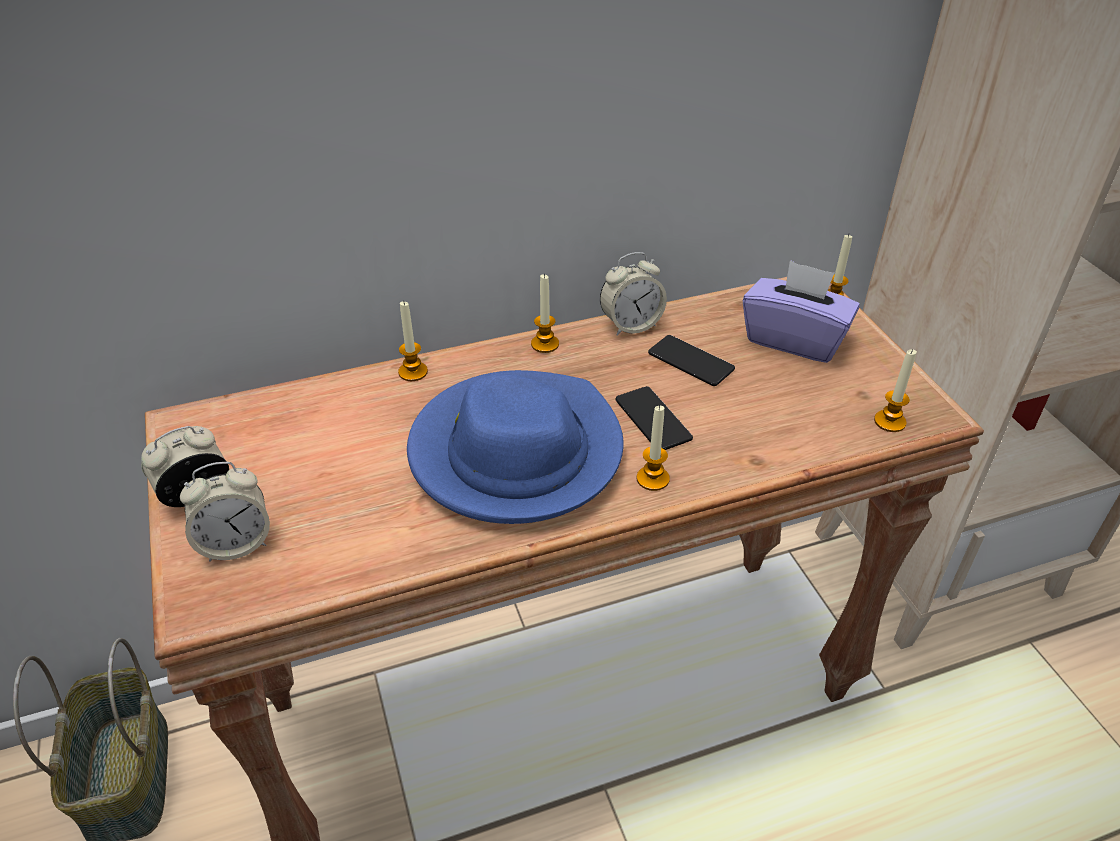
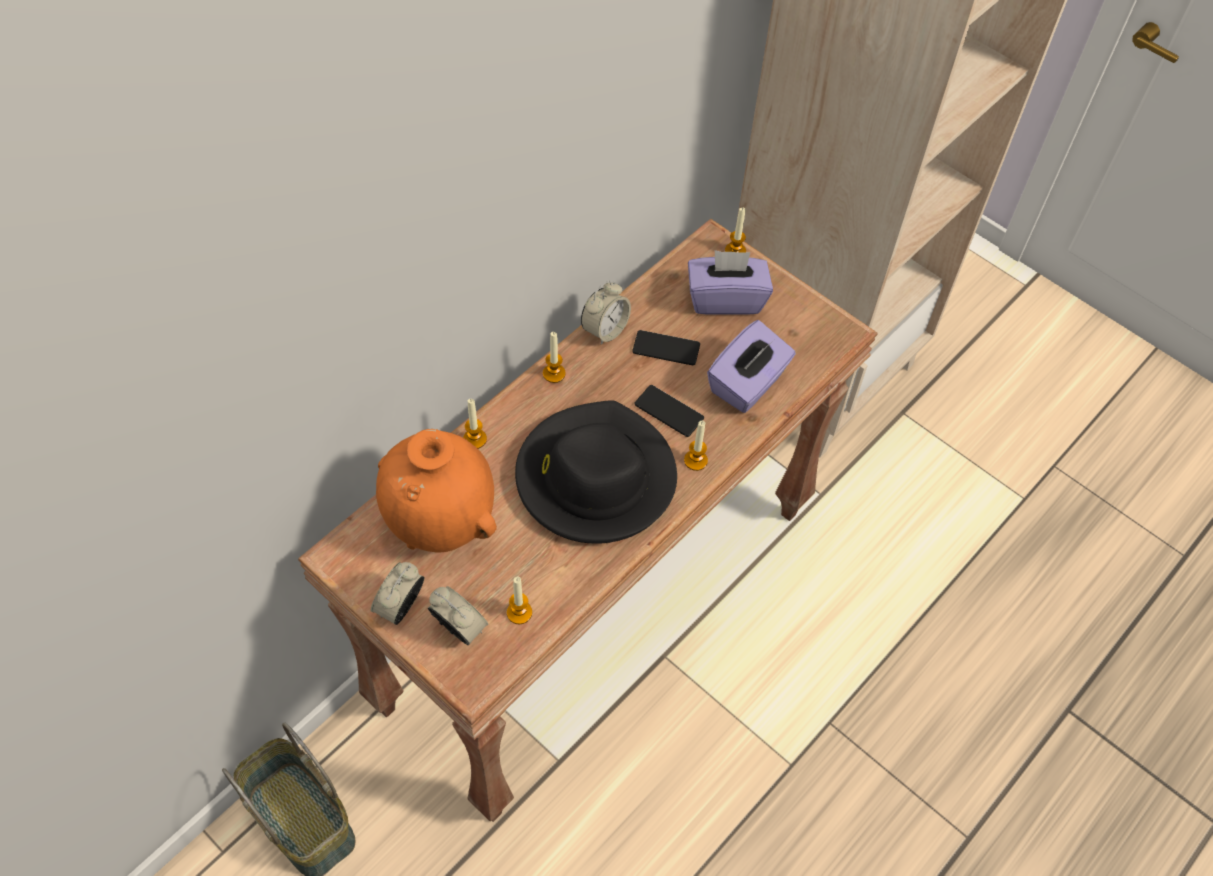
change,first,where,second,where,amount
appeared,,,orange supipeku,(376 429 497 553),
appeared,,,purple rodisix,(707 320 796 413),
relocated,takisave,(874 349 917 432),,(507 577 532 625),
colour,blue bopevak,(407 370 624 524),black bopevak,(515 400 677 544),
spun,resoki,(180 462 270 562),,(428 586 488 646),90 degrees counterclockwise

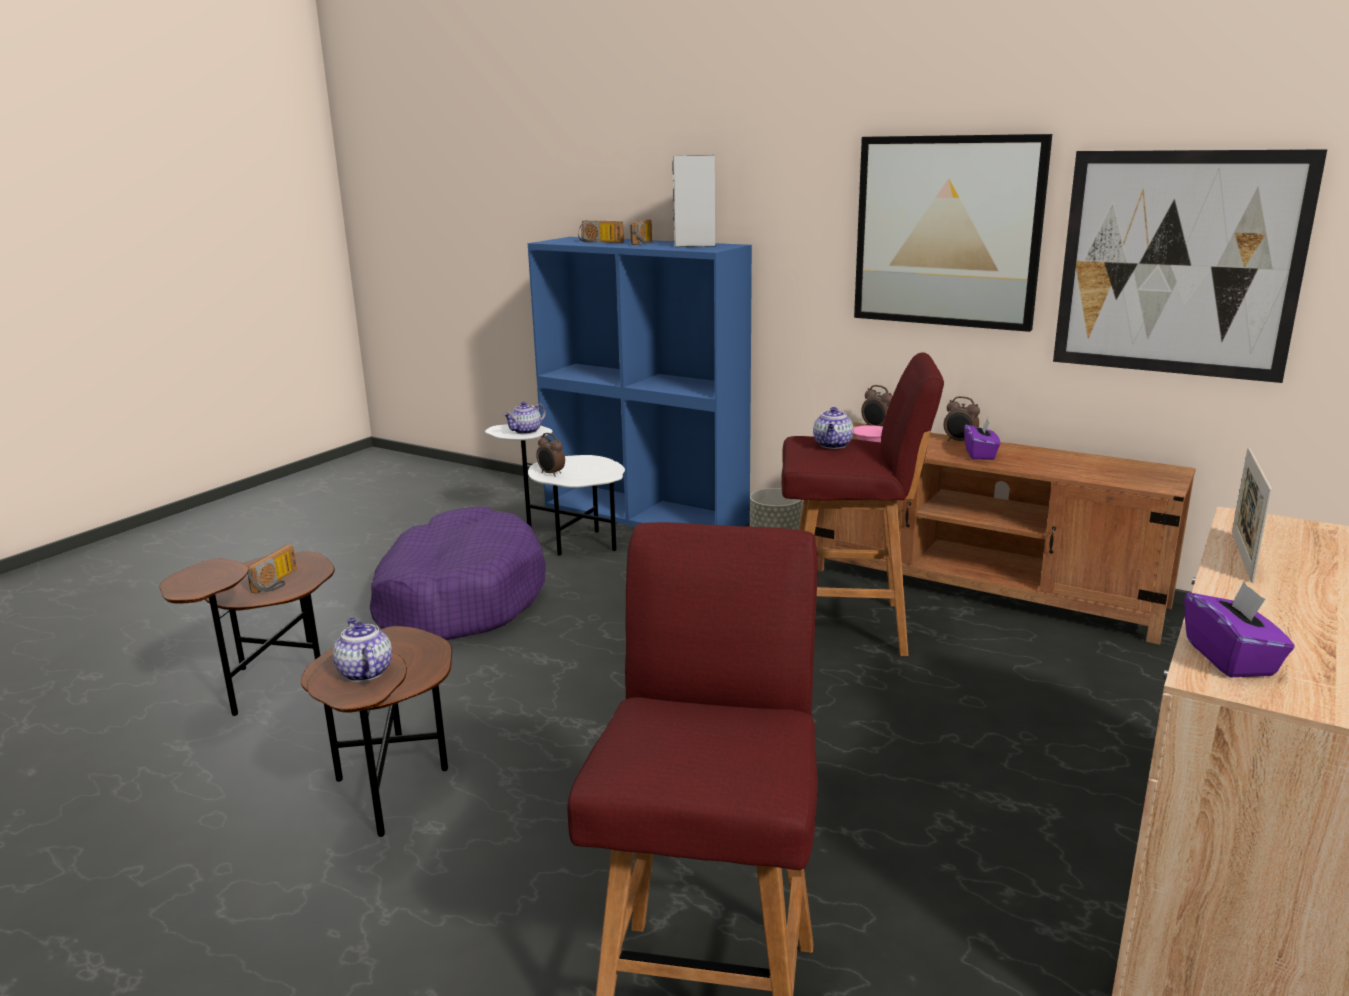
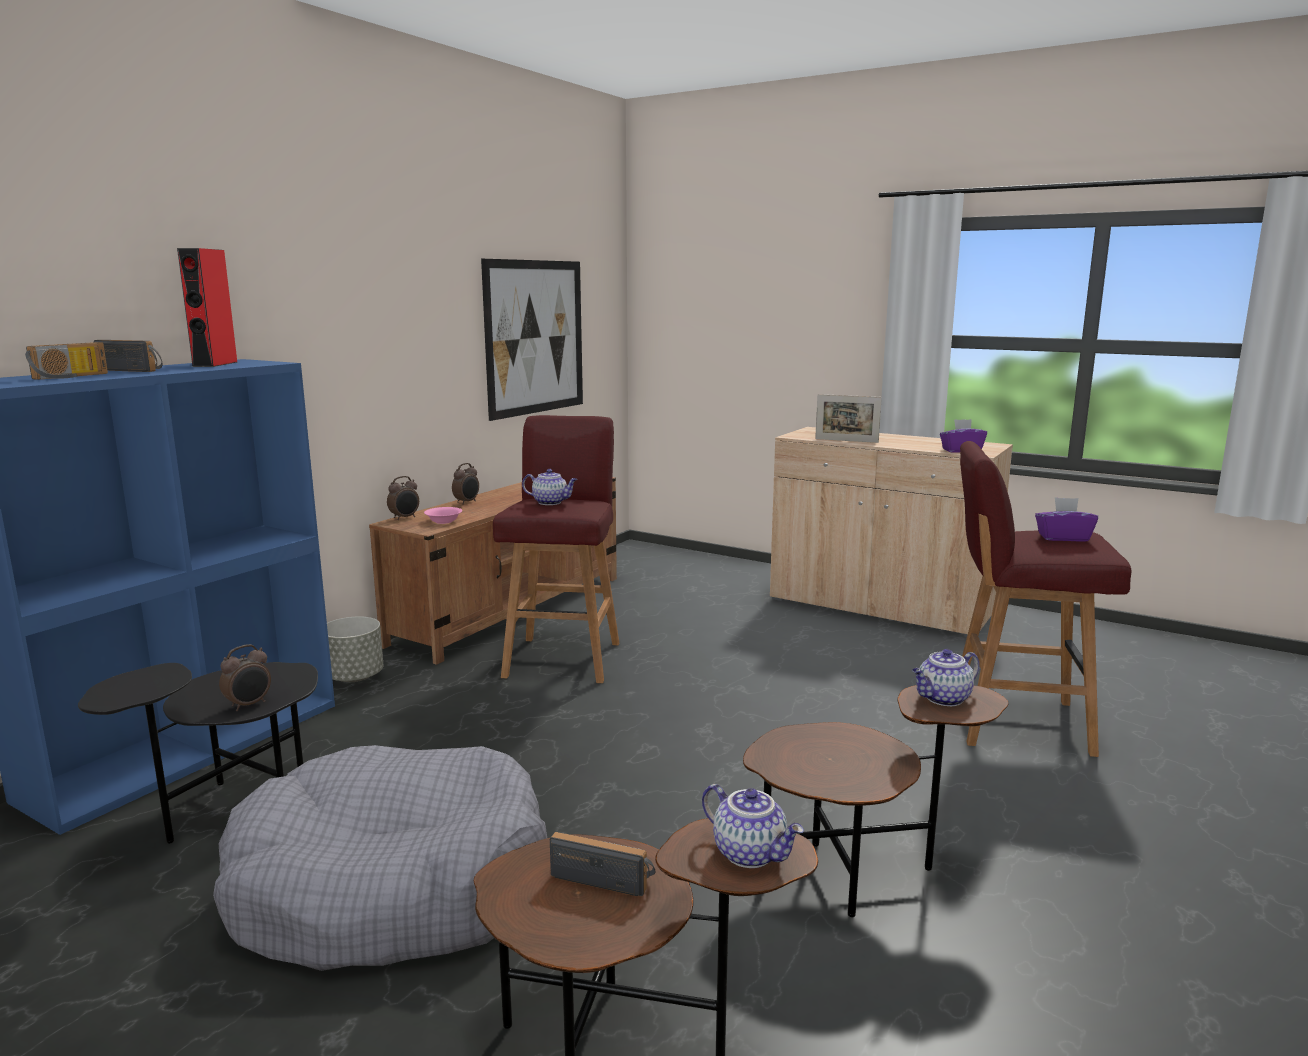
change,first,where,second,where,amount
missing,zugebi,(854 134 1052 332),,,
relocated,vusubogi,(503 402 546 435),,(702 784 804 868),
relocated,purple rodisix,(964 418 1000 460),,(1035 497 1098 542),
colour,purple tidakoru,(370 506 546 640),grey tidakoru,(213 745 547 971),
colour,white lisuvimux,(485 424 625 556),black lisuvimux,(78 662 318 844),
colour,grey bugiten,(672 155 716 247),red bugiten,(177 248 237 367),

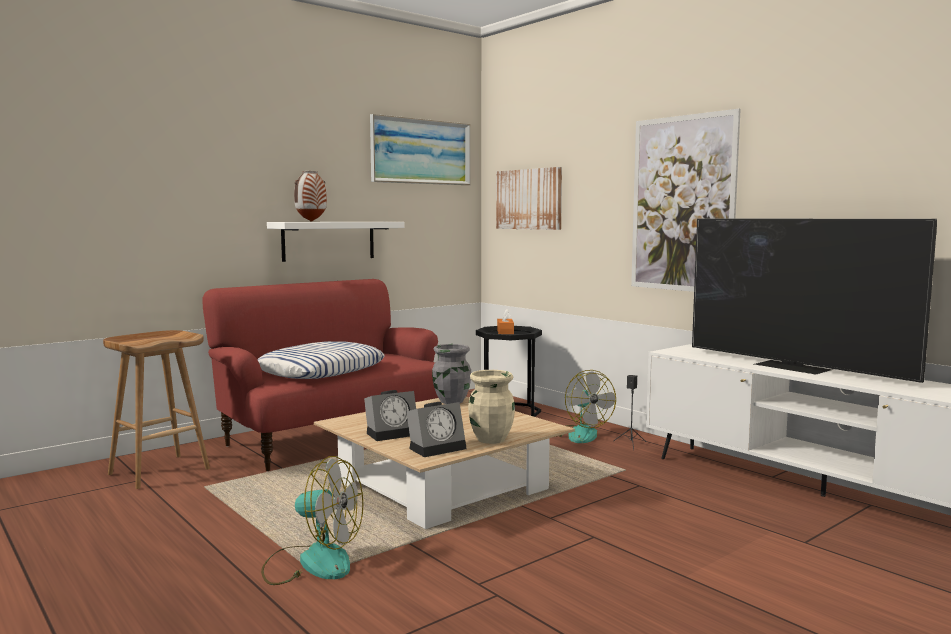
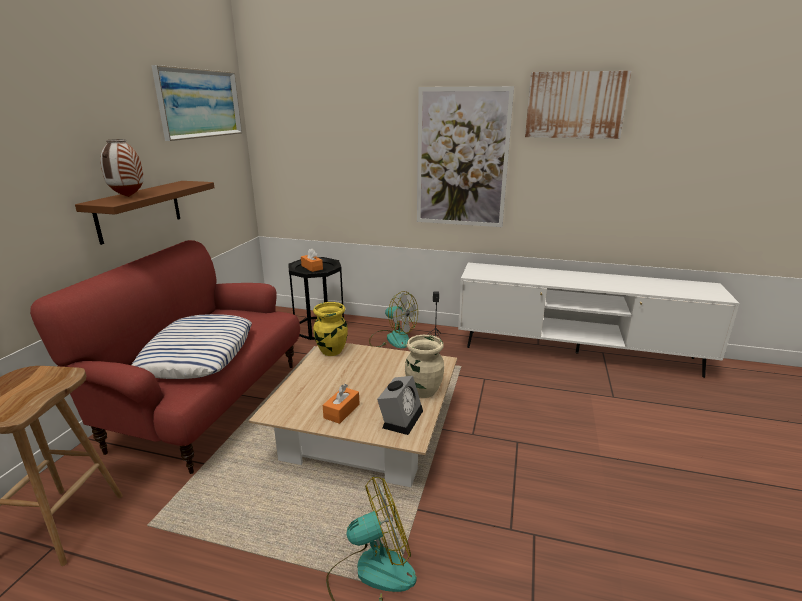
change,first,where,second,where,amount
missing,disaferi,(692 219 937 383),,,
relocated,zugebi,(496 167 562 230),,(525 71 631 139),
exchanged,resoki,(364 390 416 441),orange rodisix,(323 384 359 424),
colour,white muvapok,(267 222 404 262),brown muvapok,(75 181 215 245),
colour,grey supipeku,(432 344 471 404),yellow supipeku,(313 302 348 356),

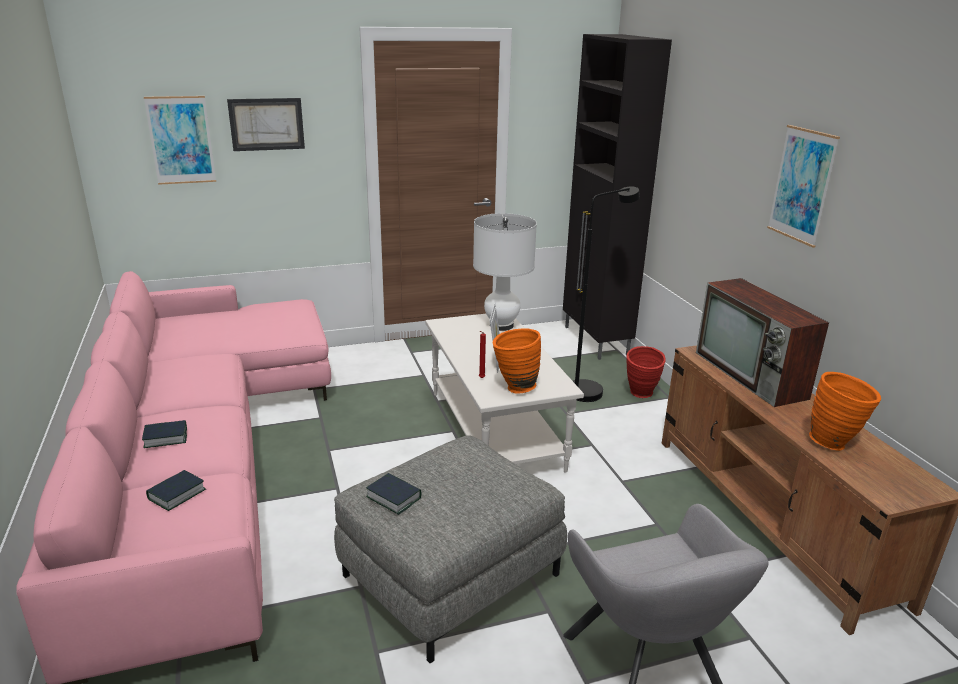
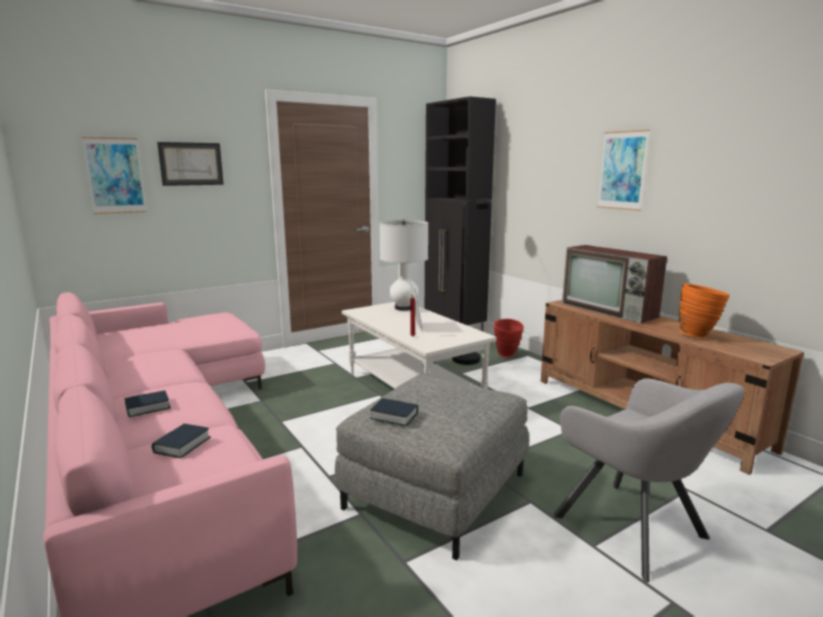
change,first,where,second,where,amount
missing,orange supipeku,(493 329 541 394),,,

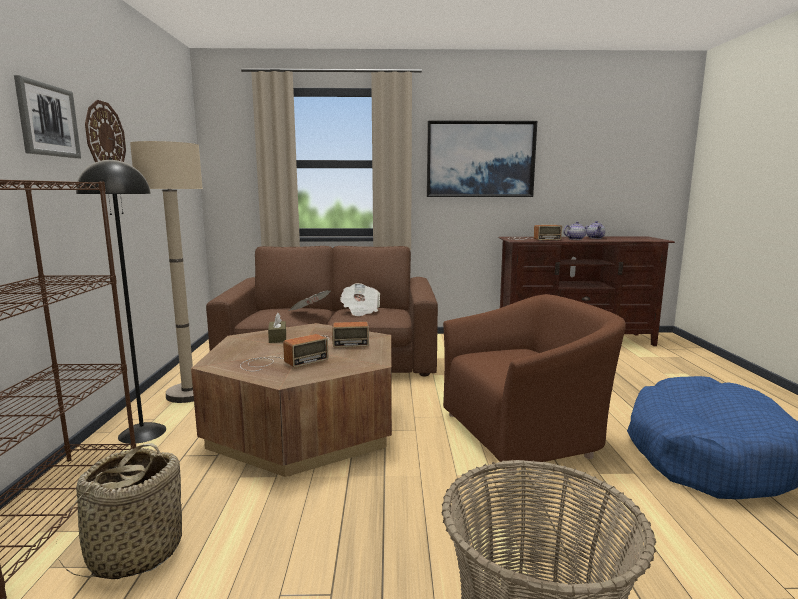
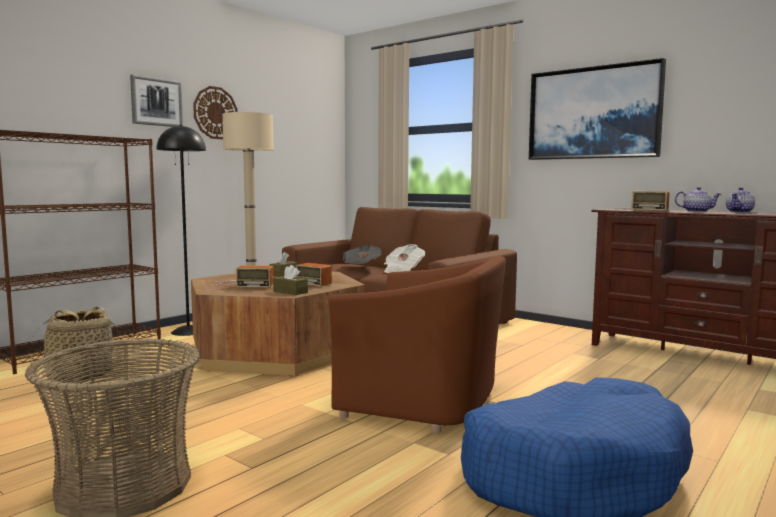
change,first,where,second,where,amount
appeared,,,brown rodisix,(273 265 308 295),

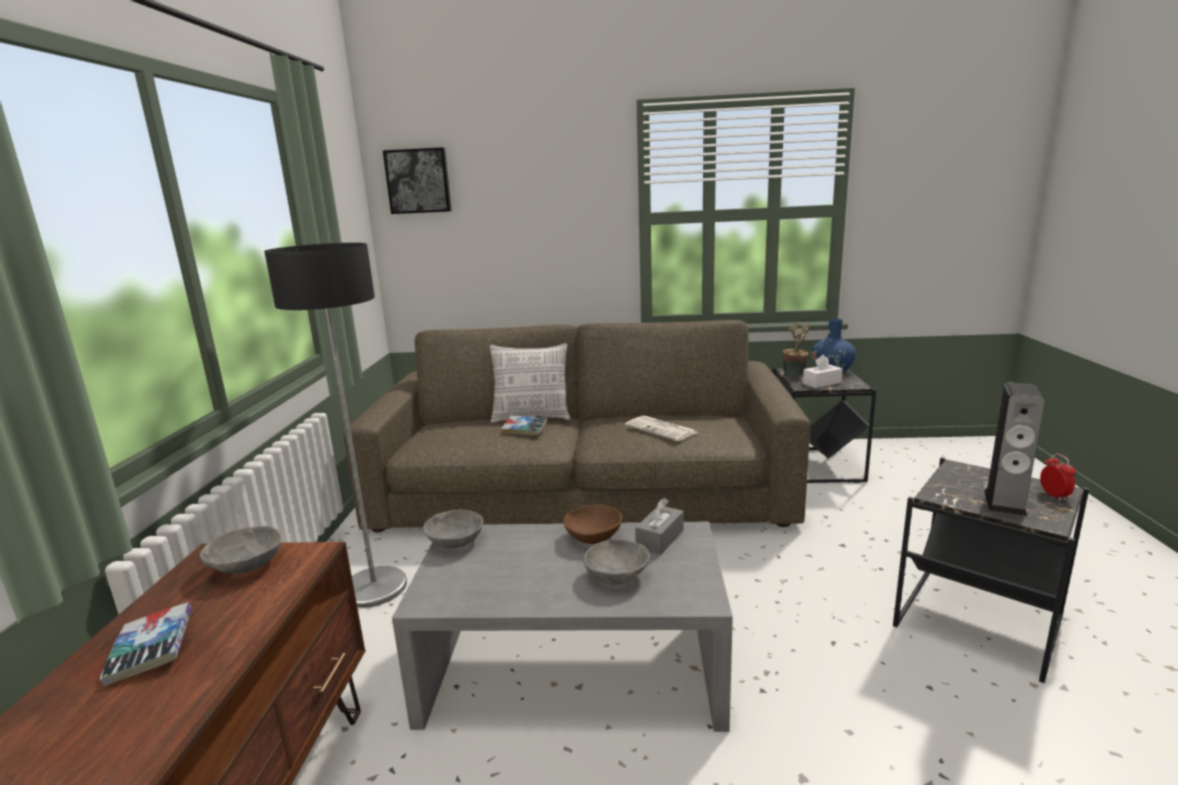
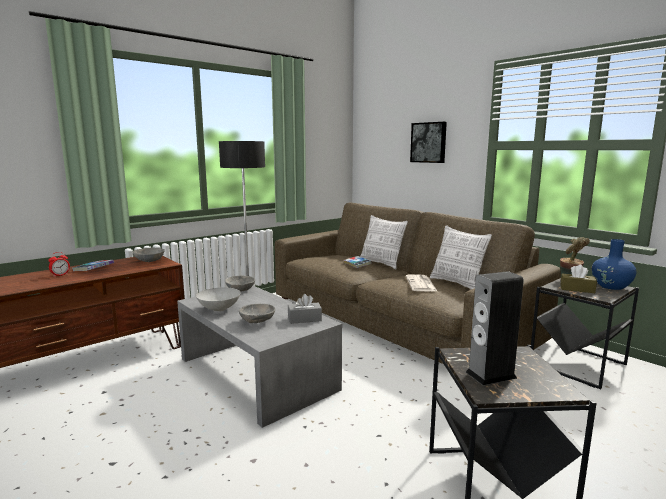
change,first,where,second,where,amount
missing,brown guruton,(564 504 622 544),,,
appeared,,,grey guruton,(196 287 241 312),
appeared,,,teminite,(430 225 492 289),
relocated,zugebi,(383 147 452 214),,(410 122 447 163),
relocated,resoki,(1040 454 1076 501),,(48 252 70 277),
colour,white rodisix,(803 355 843 388),brown rodisix,(560 265 597 293),

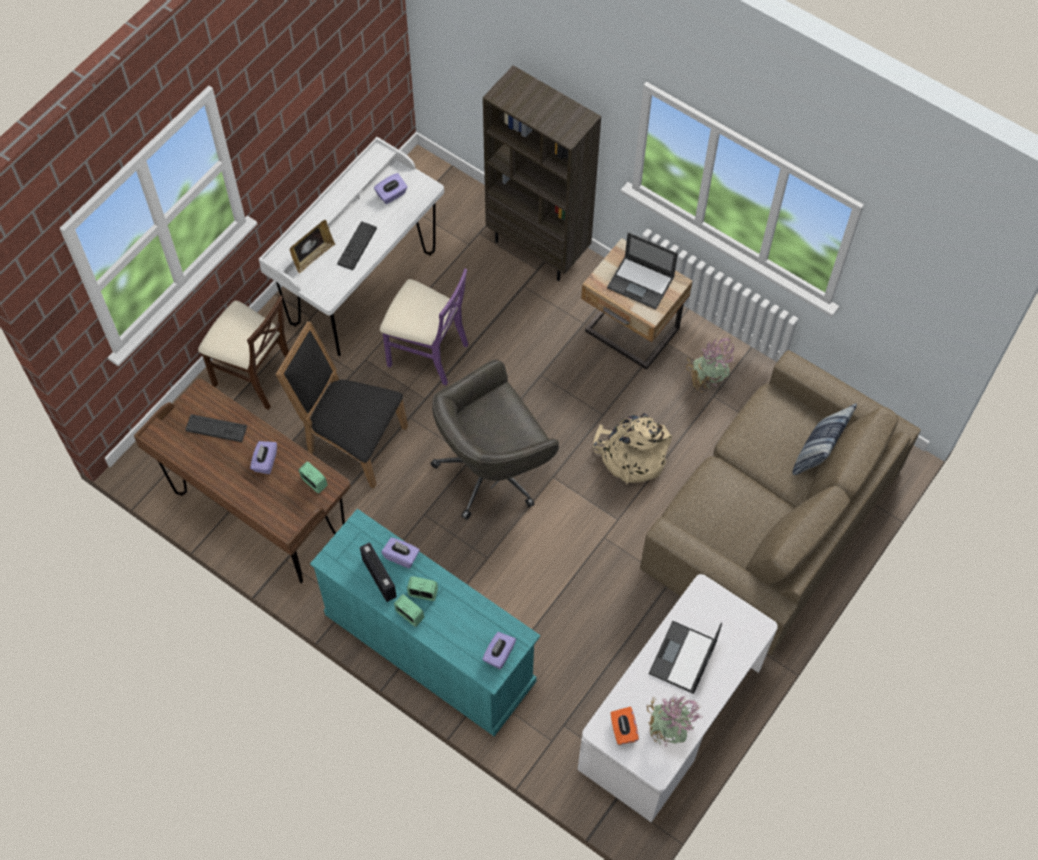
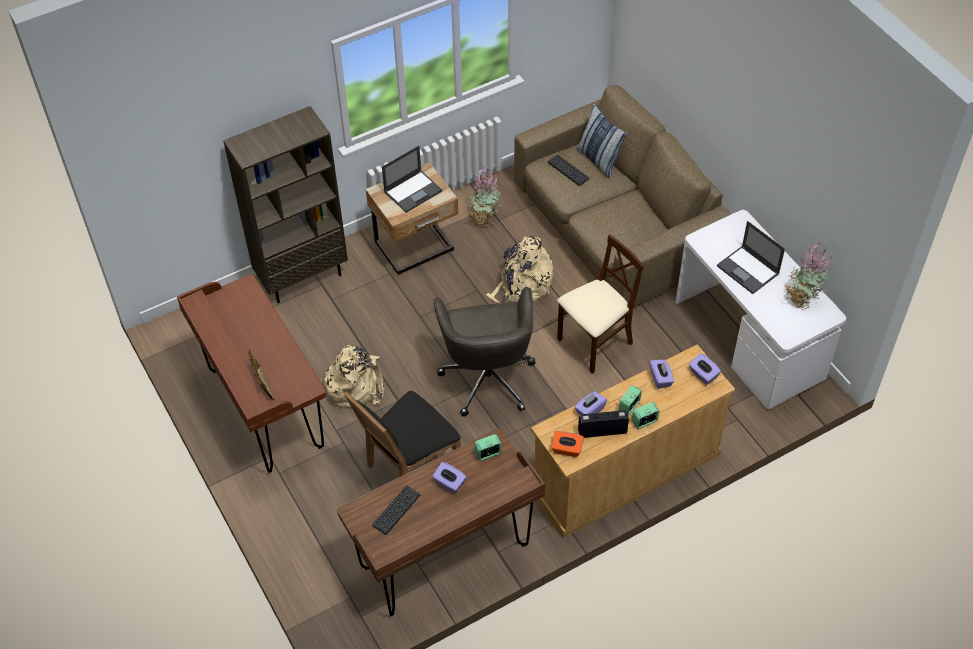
change,first,where,second,where,amount
relocated,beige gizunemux,(198 295 289 410),,(557 235 644 374),
relocated,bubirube,(337 221 377 270),,(548 155 589 186),
relocated,purple rodisix,(374 173 408 204),,(649 360 674 389),
relocated,orange rodisix,(611 707 639 745),,(551 431 584 457),
exchanged,purple gizunemux,(380 269 468 386),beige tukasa,(321 345 384 409),
colour,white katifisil,(259 137 444 356),brown katifisil,(177 274 326 473),
colour,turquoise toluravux,(310 509 540 737),beige toluravux,(531 344 735 538),

